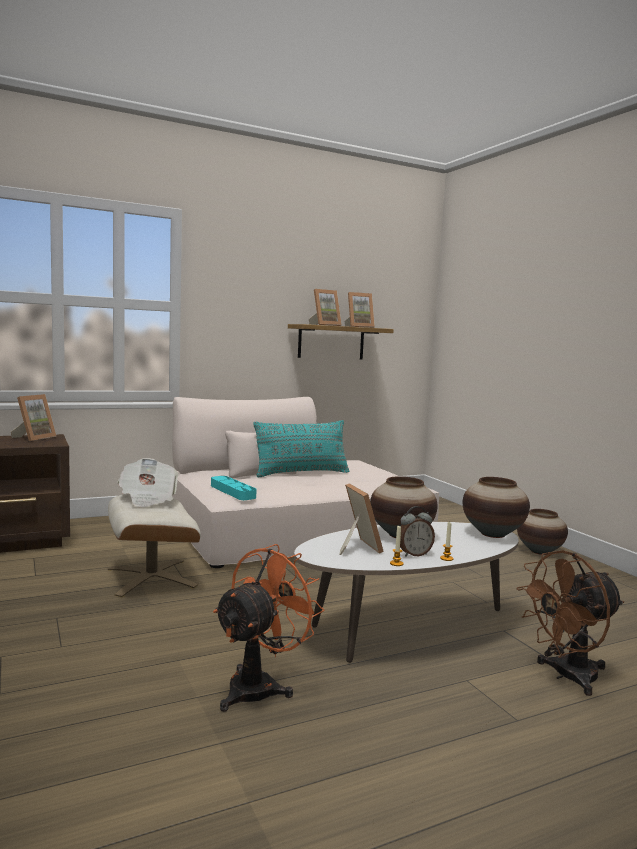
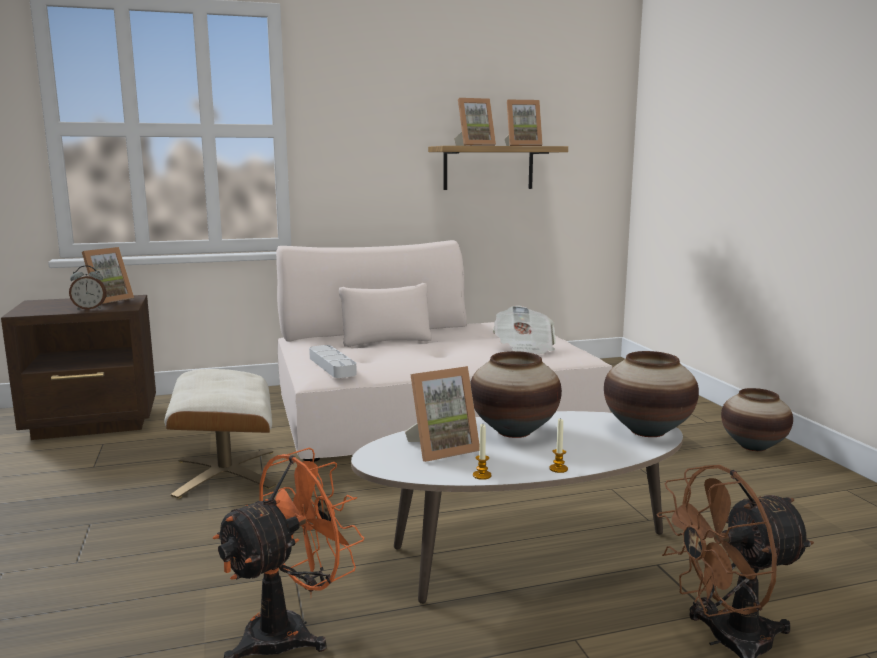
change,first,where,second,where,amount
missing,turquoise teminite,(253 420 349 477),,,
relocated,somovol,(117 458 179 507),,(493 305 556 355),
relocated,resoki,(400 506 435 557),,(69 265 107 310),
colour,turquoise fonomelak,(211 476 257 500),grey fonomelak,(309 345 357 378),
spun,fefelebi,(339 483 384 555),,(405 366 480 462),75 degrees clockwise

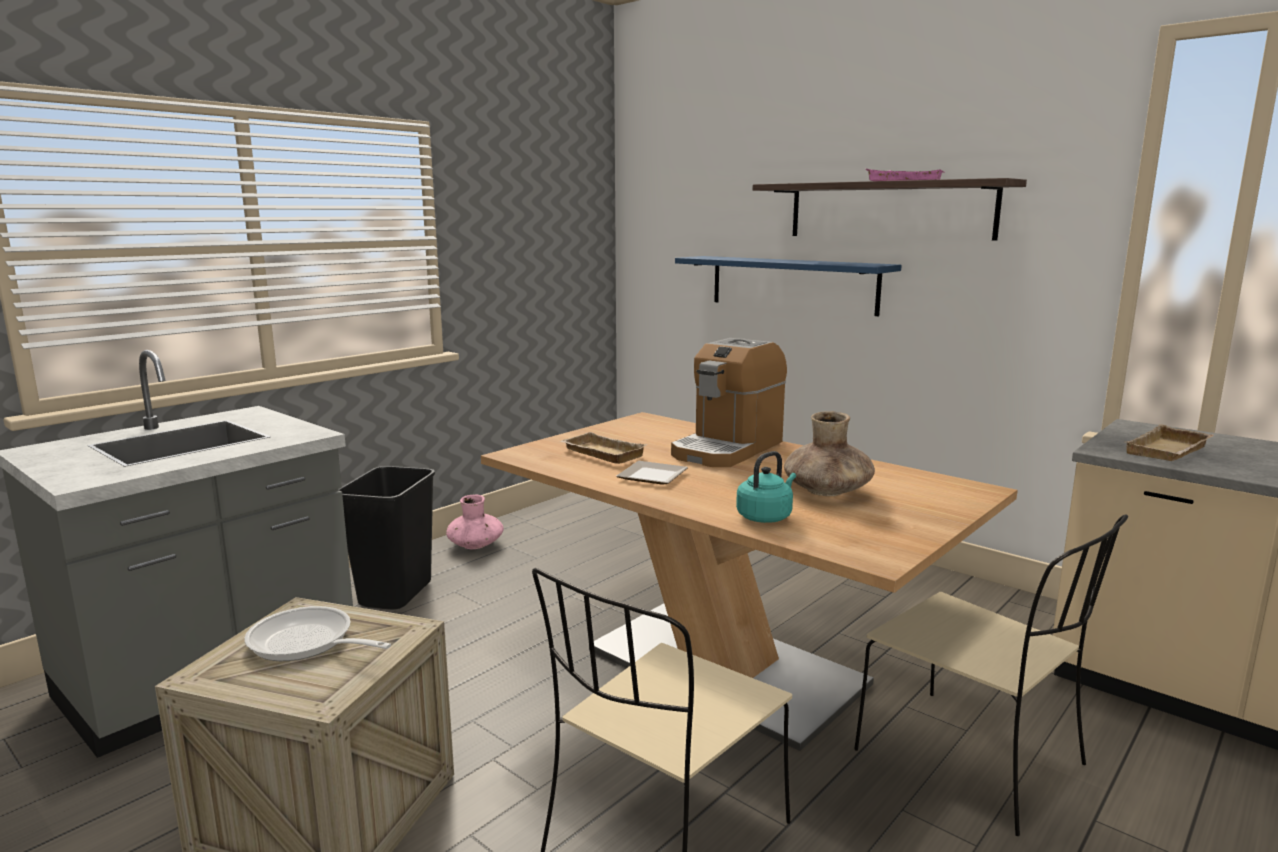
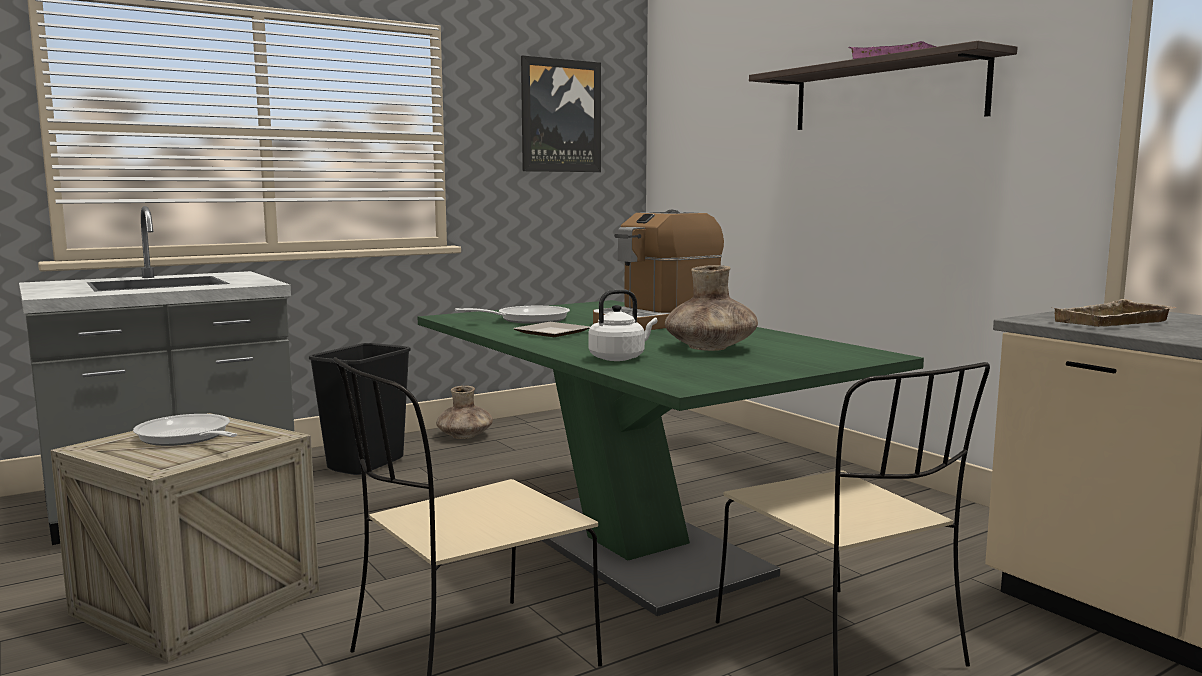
change,first,where,second,where,amount
missing,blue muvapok,(675 256 902 316),,,
appeared,,,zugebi,(521 55 601 172),
exchanged,beige fonomelak,(560 432 648 464),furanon,(455 306 570 324),
colour,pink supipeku,(446 495 504 549),brown supipeku,(436 386 493 439),
colour,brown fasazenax,(481 412 1018 751),green fasazenax,(418 300 924 616),
colour,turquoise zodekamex,(736 451 796 523),white zodekamex,(589 289 657 361),

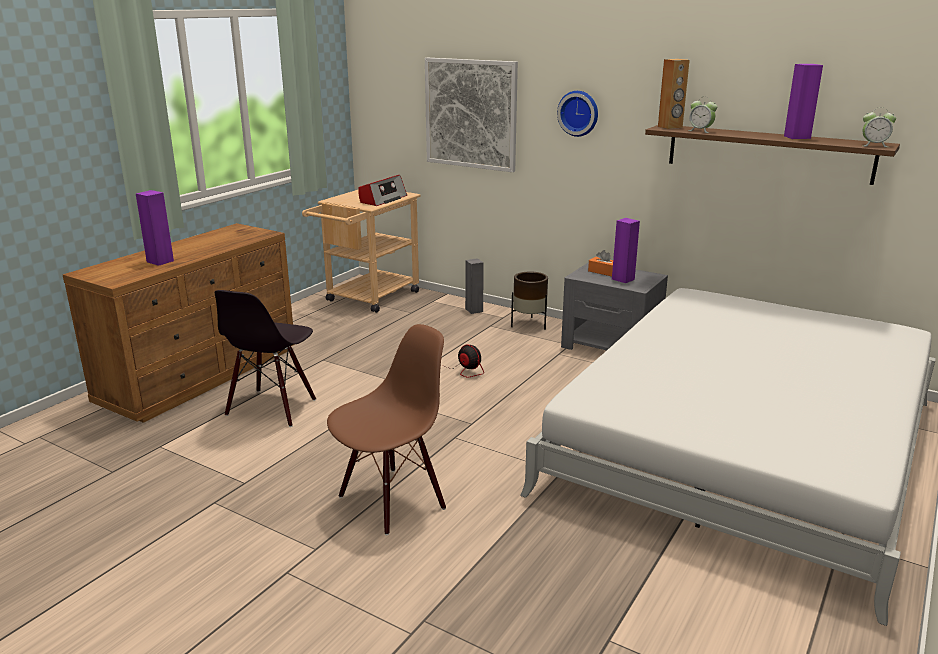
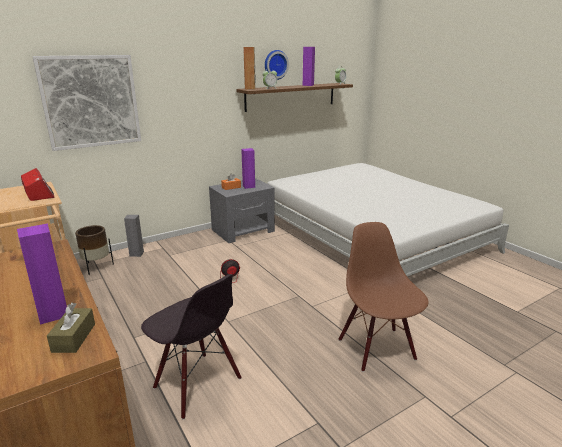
change,first,where,second,where,amount
appeared,,,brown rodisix,(47 303 95 353),
relocated,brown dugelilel,(511 271 548 330),,(75 225 114 275),
relocated,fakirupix,(557 91 598 137),,(265 50 289 80),

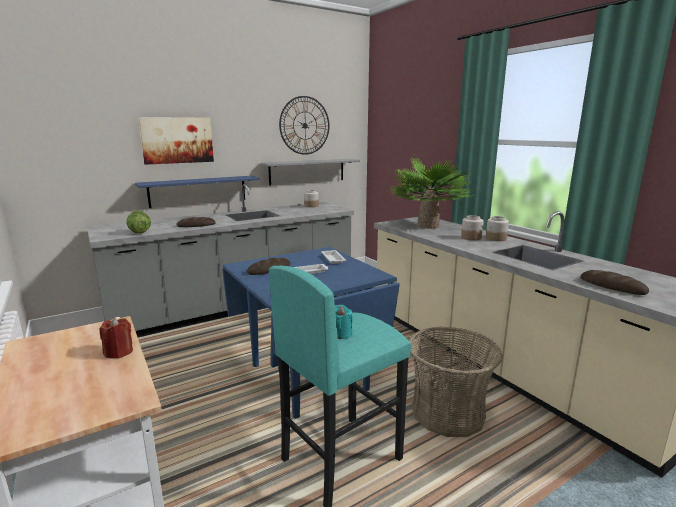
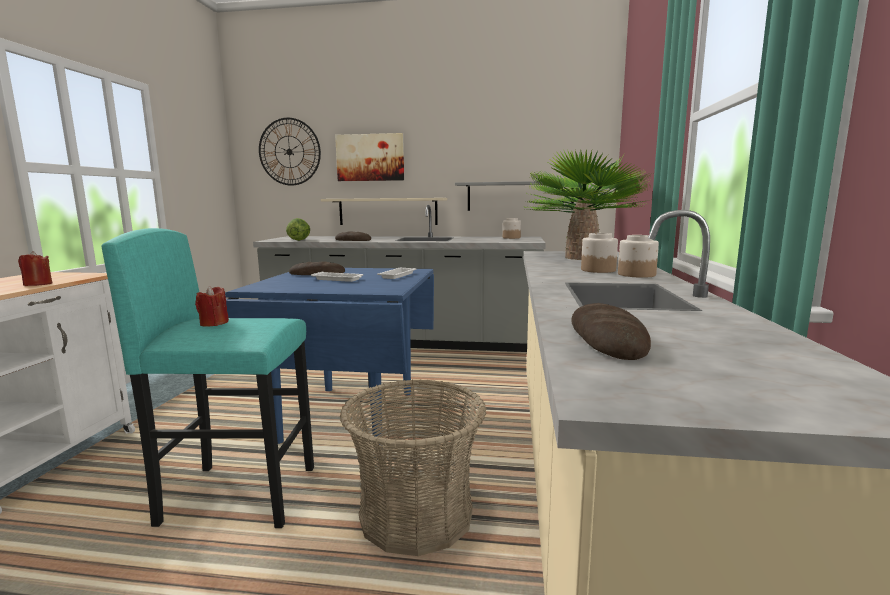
change,first,where,second,where,amount
relocated,fakirupix,(279 96 330 155),,(259 118 321 186),
colour,blue muvapok,(135 176 260 208),beige muvapok,(321 198 447 225),
colour,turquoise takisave,(335 305 353 339),red takisave,(195 286 229 327),

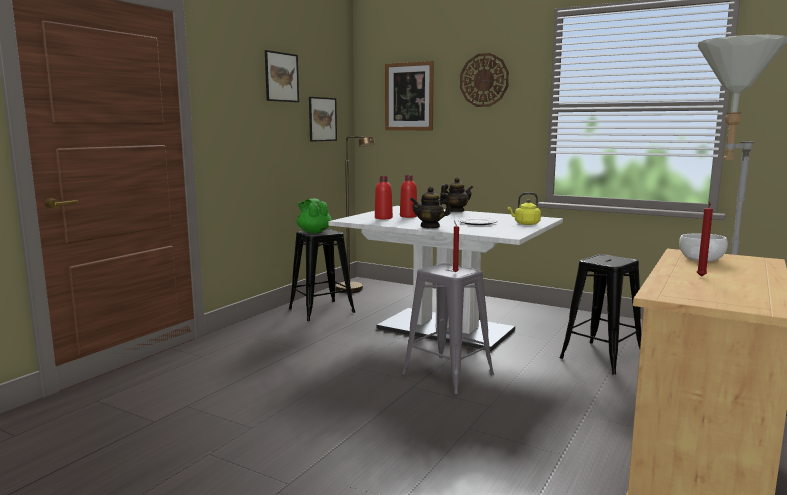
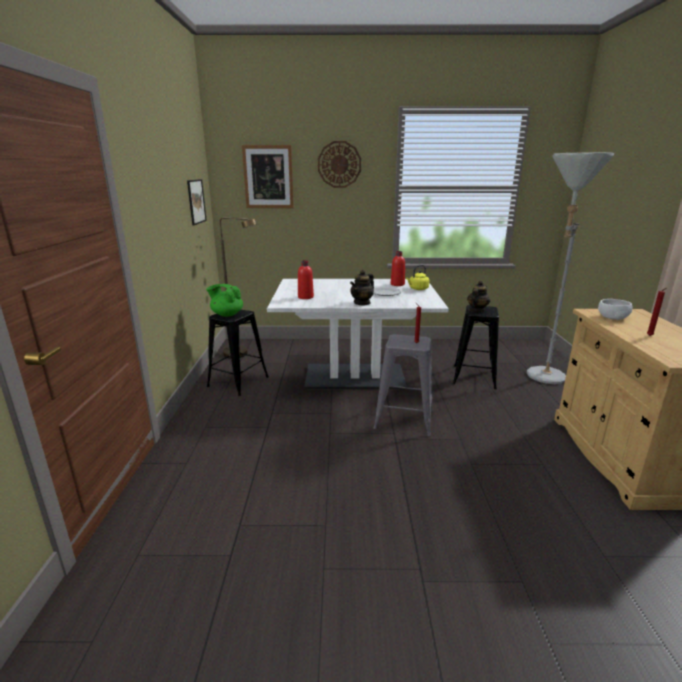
change,first,where,second,where,amount
missing,zugebi,(265 50 299 102),,,
relocated,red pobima,(400 175 417 218),,(391 251 405 286),
relocated,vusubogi,(440 177 473 212),,(467 281 490 312),

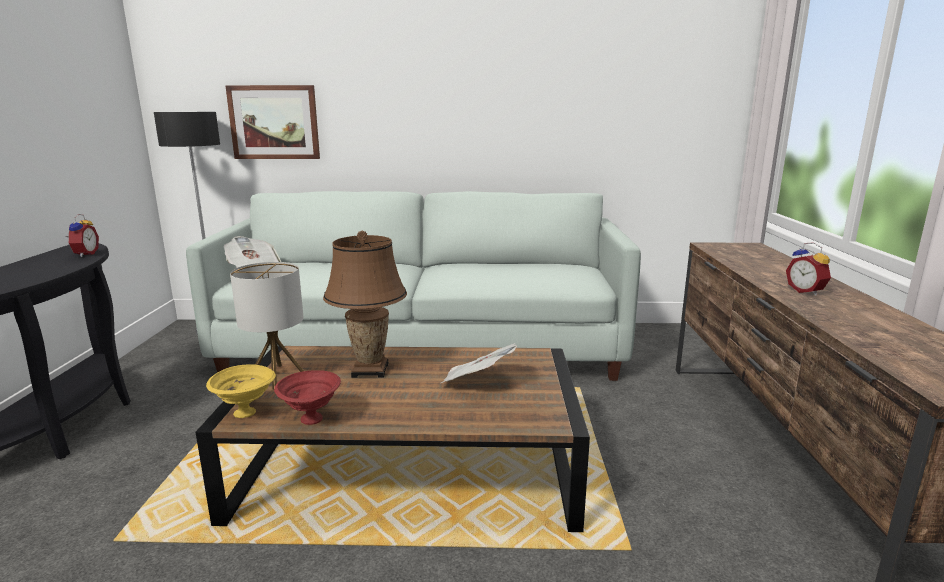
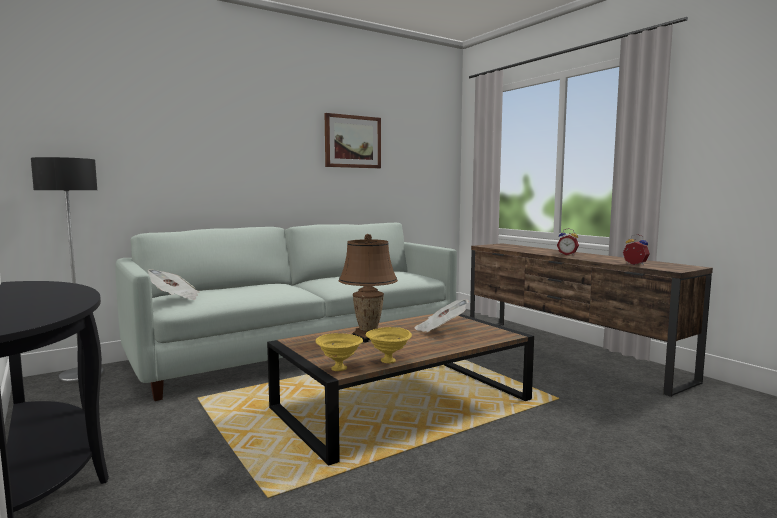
change,first,where,second,where,amount
missing,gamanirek,(230 262 304 389),,,
relocated,resoki,(65 214 99 257),,(623 234 650 265),
relocated,zugebi,(225 85 320 159),,(325 113 381 168),
colour,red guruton,(274 370 341 425),yellow guruton,(366 327 412 363),

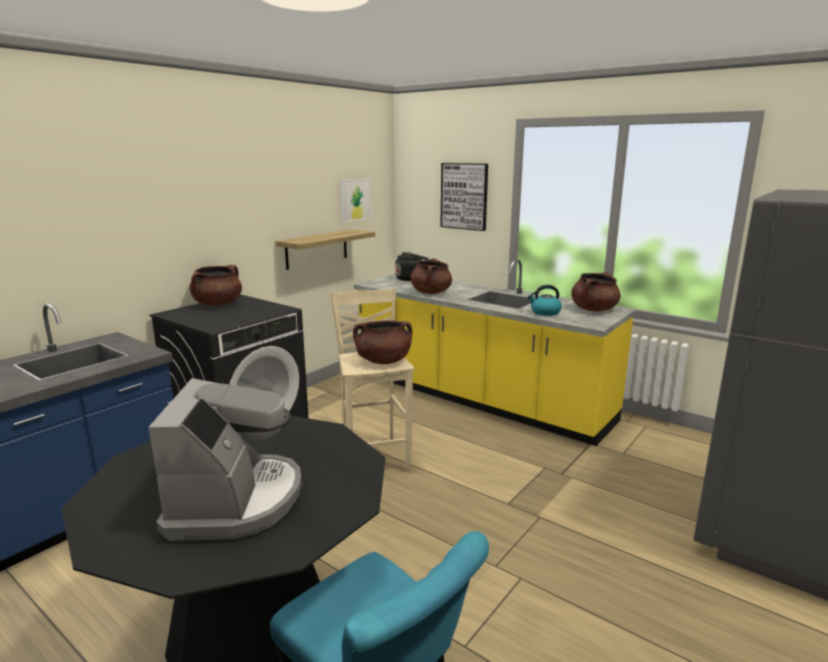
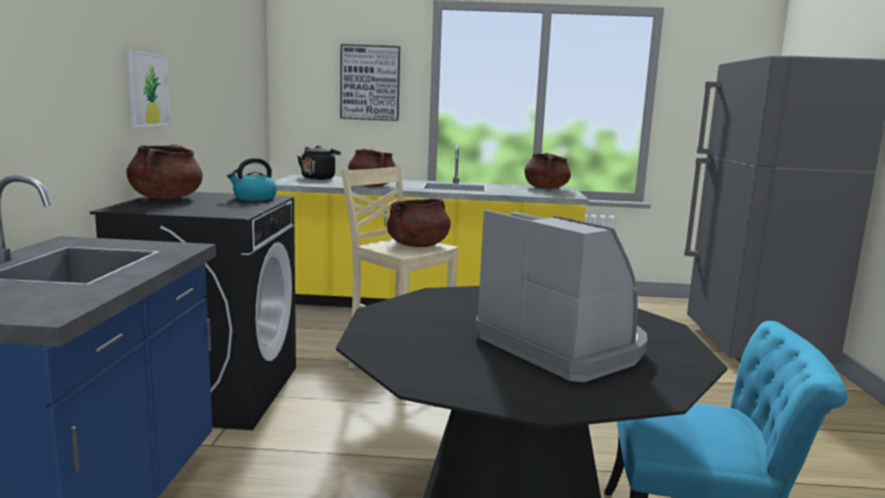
change,first,where,second,where,amount
missing,muvapok,(275 229 375 270),,,
relocated,zugebi,(341 178 371 222),,(127 50 171 128),
relocated,zodekamex,(527 285 562 316),,(227 158 277 201),

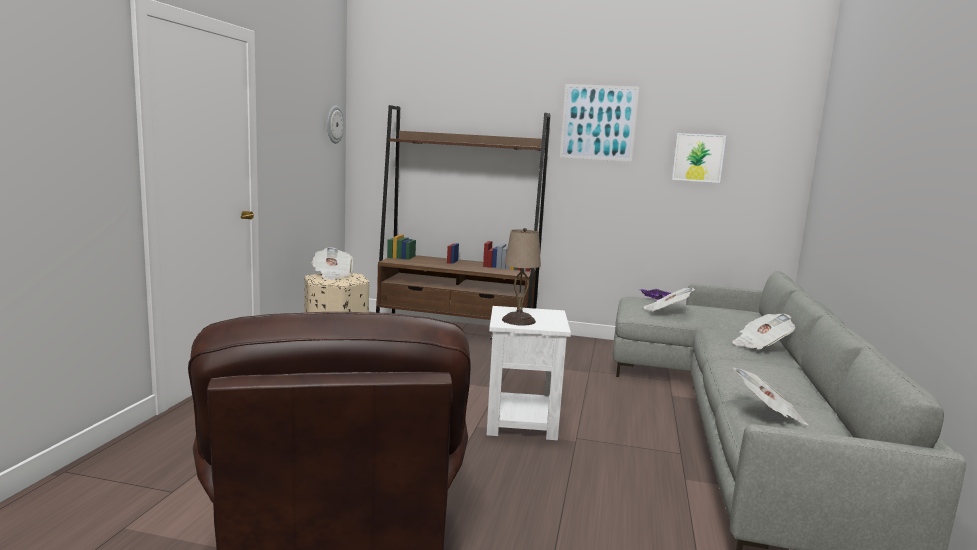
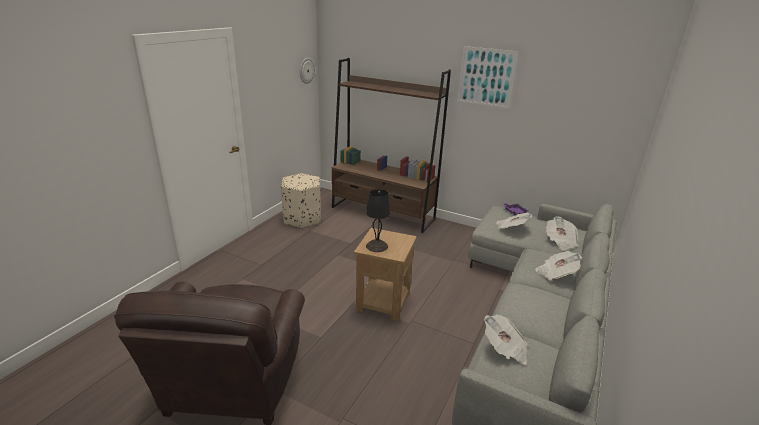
change,first,where,second,where,amount
missing,zugebi,(672 133 726 183),,,
relocated,somovol,(311 247 353 280),,(546 217 578 251),
colour,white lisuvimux,(486 306 571 440),brown lisuvimux,(354 228 417 321),
colour,beige gamanirek,(502 228 541 326),black gamanirek,(366 189 390 252),

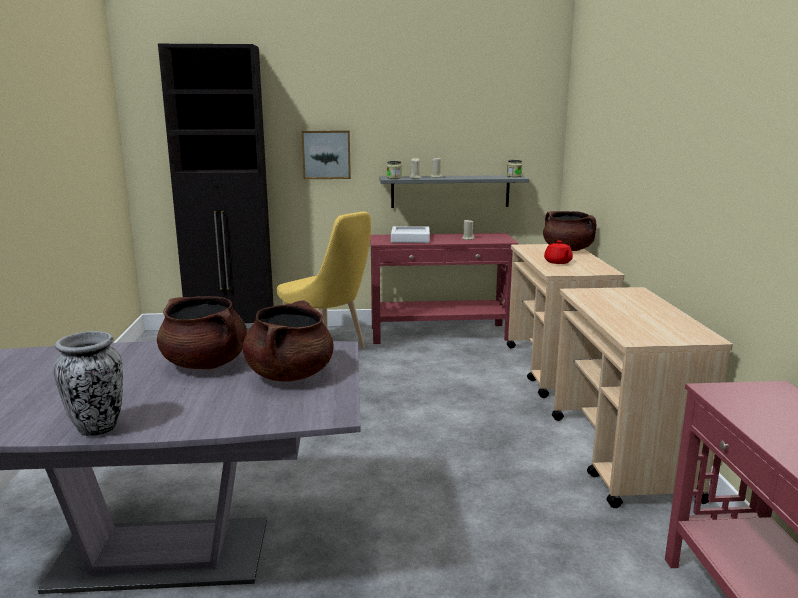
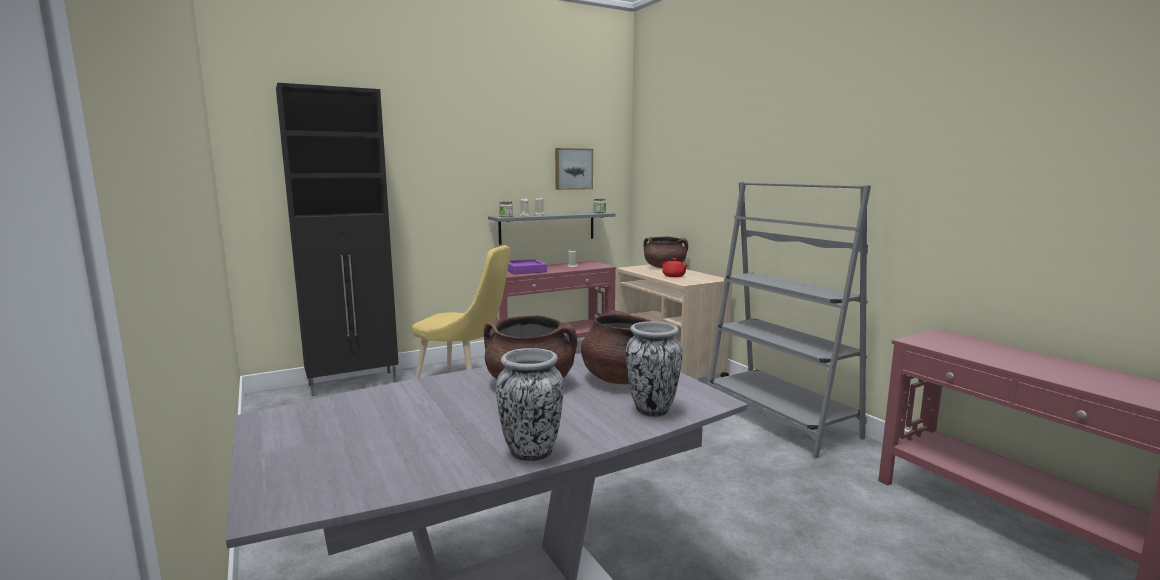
change,first,where,second,where,amount
appeared,,,supipeku,(626 321 682 417),
relocated,zugebi,(302 131 351 179),,(555 148 593 190),
exchanged,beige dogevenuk,(552 287 733 508),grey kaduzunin,(707 182 871 458),
colour,white fonomelak,(391 226 430 243),purple fonomelak,(508 259 547 275),

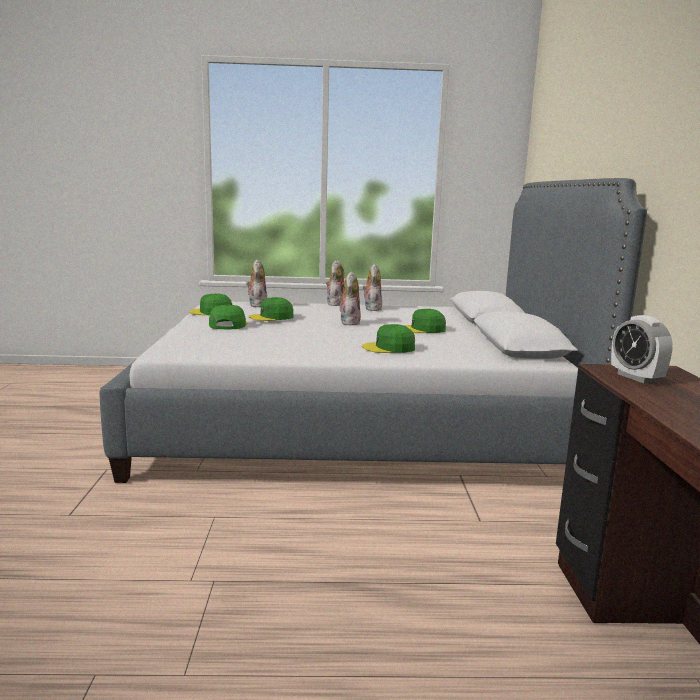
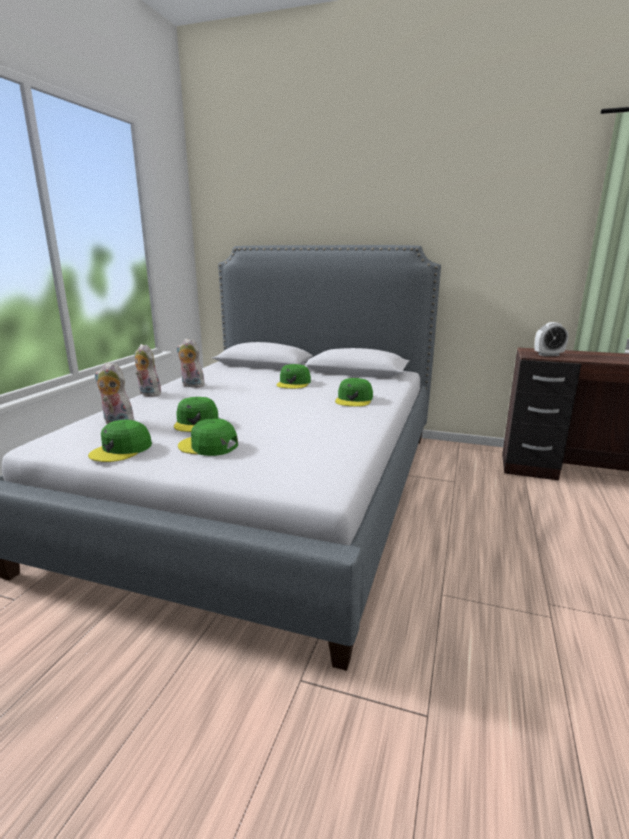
change,first,where,second,where,amount
missing,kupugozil,(338 272 361 325),,,

